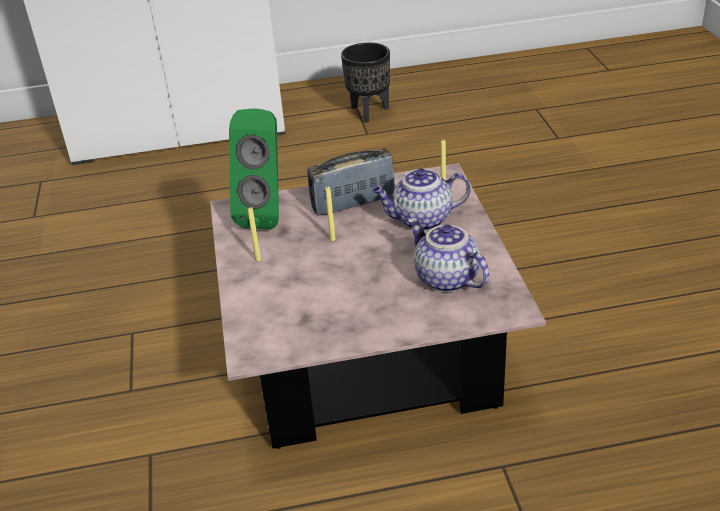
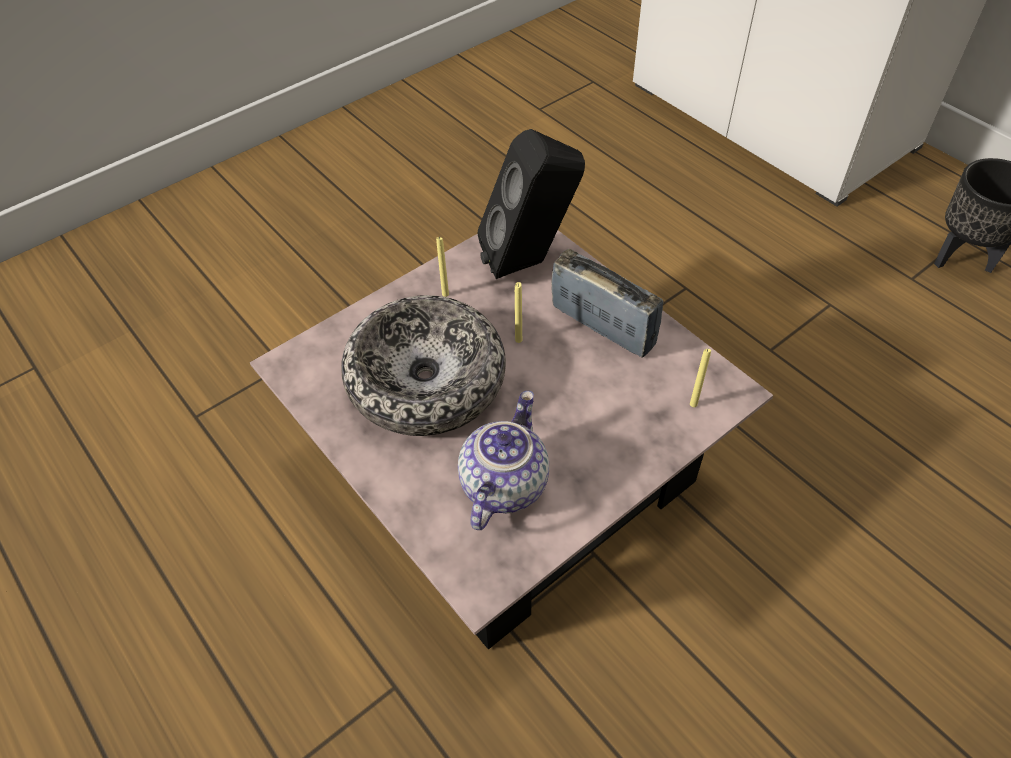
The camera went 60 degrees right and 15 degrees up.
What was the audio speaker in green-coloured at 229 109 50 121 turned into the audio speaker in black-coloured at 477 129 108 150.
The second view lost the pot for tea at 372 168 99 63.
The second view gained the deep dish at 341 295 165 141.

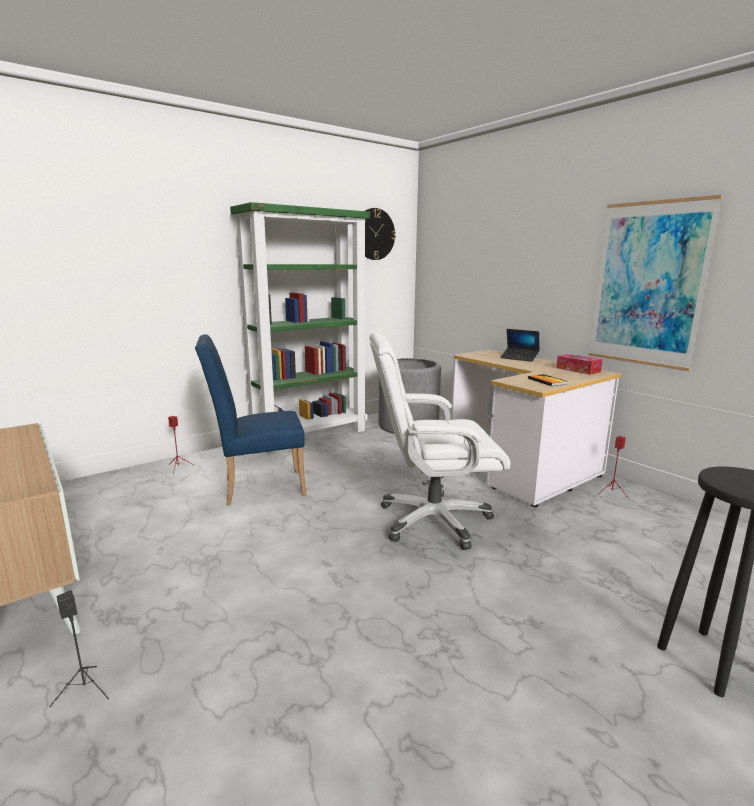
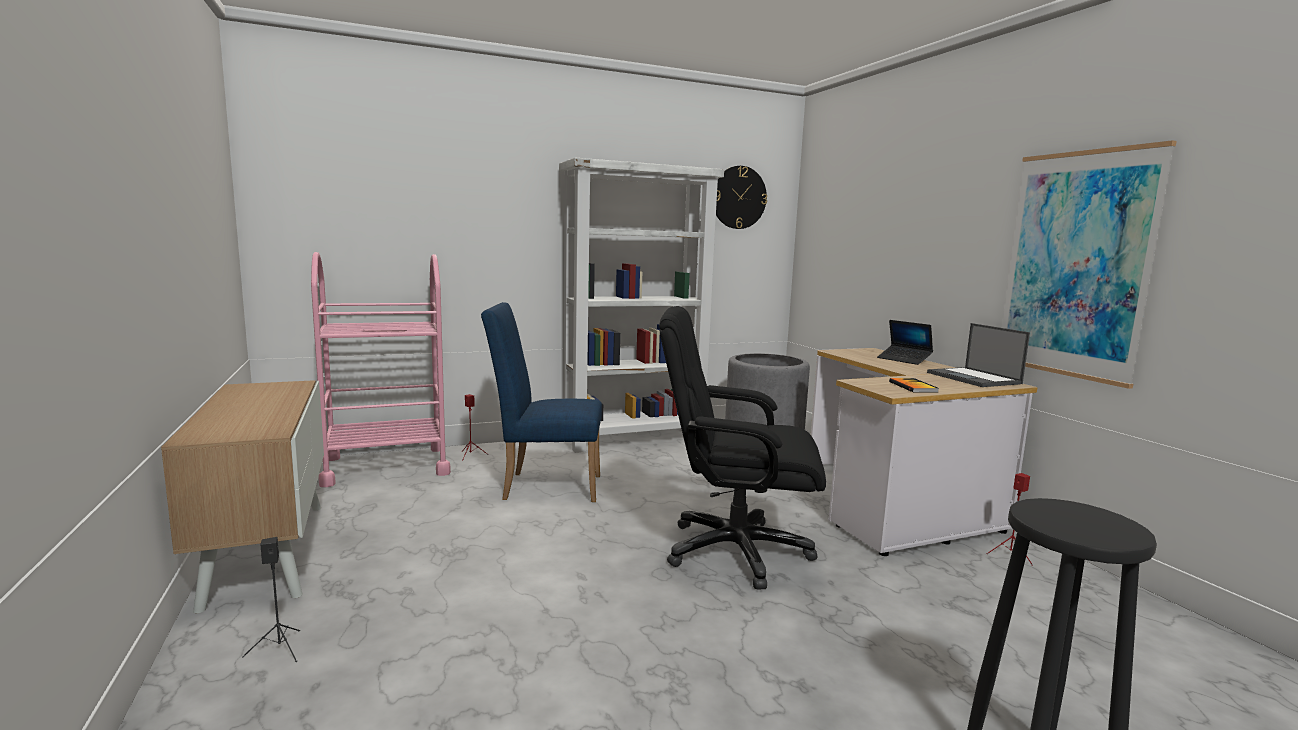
The camera went 15 degrees right and 5 degrees down.
What was the shelving unit in green-coloured at 230 202 140 252 turned into the shelving unit in white-coloured at 559 158 165 295.
What was the desk chair in white-coloured at 370 332 140 218 turned into the desk chair in black-coloured at 659 306 167 284.
Where the tissue holder stood at 556 354 47 21, the notebook computer came to stand at 927 323 103 64.
The second view gained the wheeled cart in pink at 311 252 140 235.

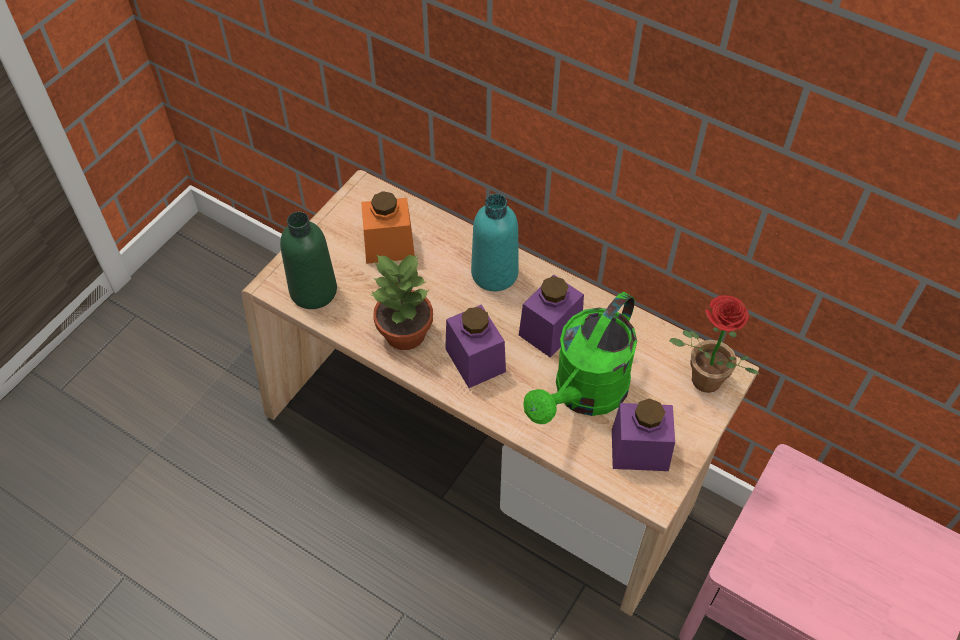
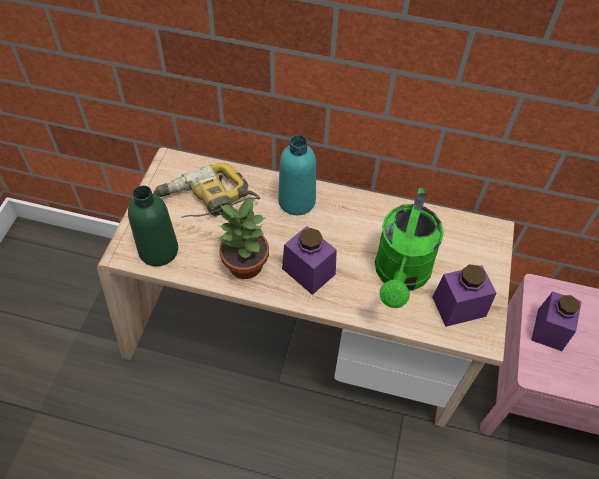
The camera went 20 degrees left and 0 degrees up.
Where the jar in orangey stood at 361 191 54 73, the drill came to stand at 154 163 106 55.
The jar in purple ended up elsewhere, having gone from 519 274 65 84 to 531 292 51 59.
The second view lost the potted plant at 669 295 91 98.

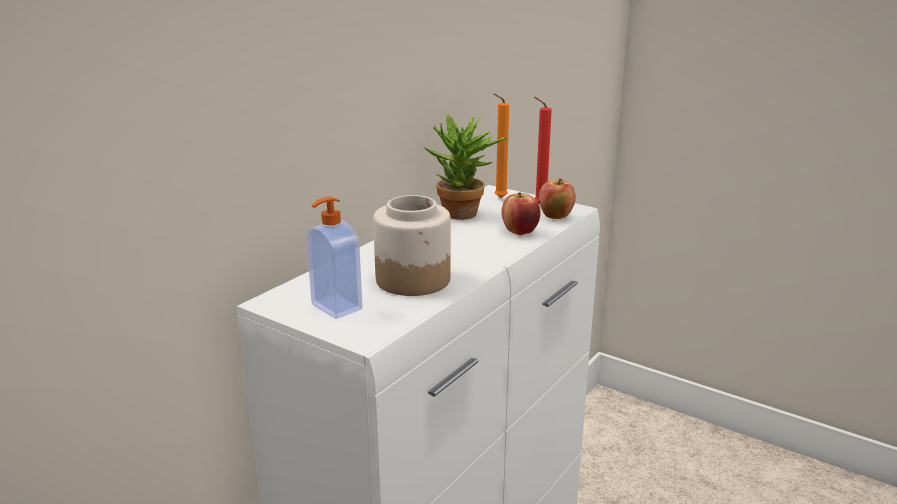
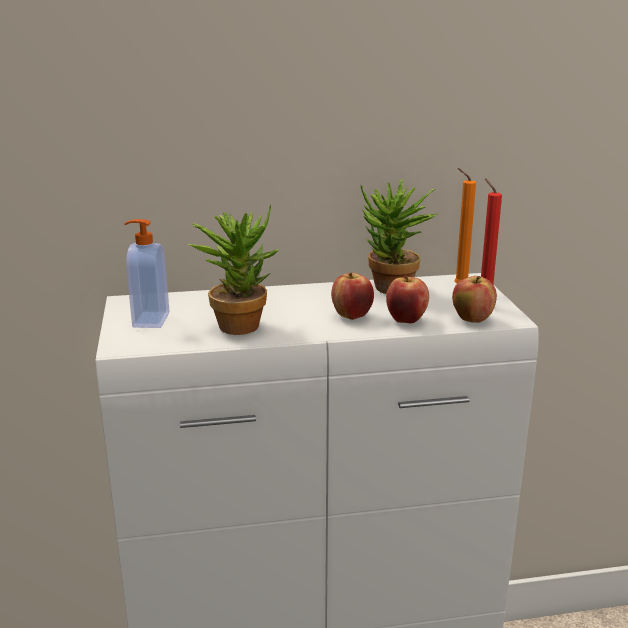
The camera went 45 degrees right and 0 degrees up.
Where the jar stood at 373 195 78 101, the potted plant came to stand at 188 205 91 130.
The second view gained the apple at 331 273 43 47.

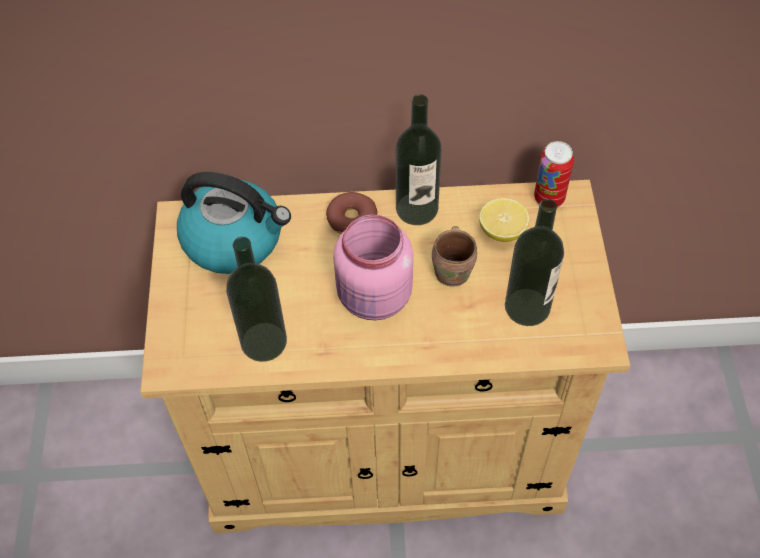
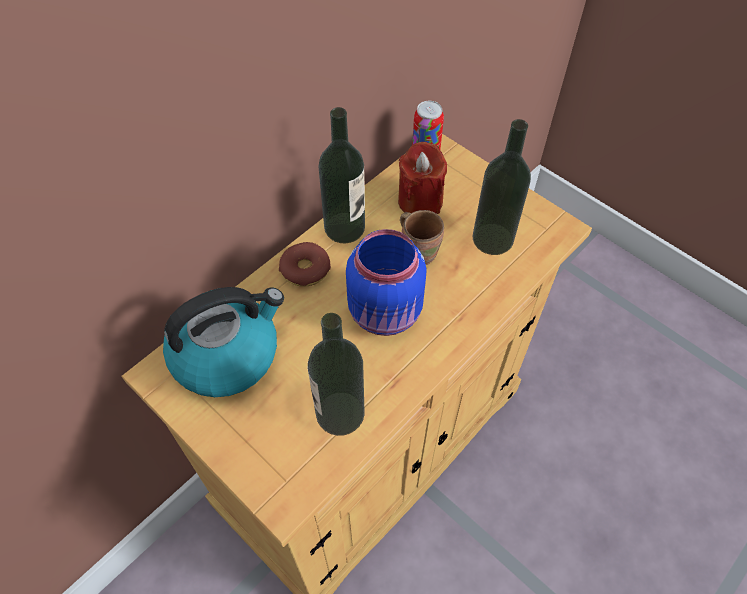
The camera went 45 degrees left and 0 degrees up.
What was the jar in pink at 333 215 80 105 turned into the jar in blue-coloured at 346 229 81 107.
Where the citrus fruit stood at 479 198 50 44, the wax light in reddish came to stand at 398 142 49 72.

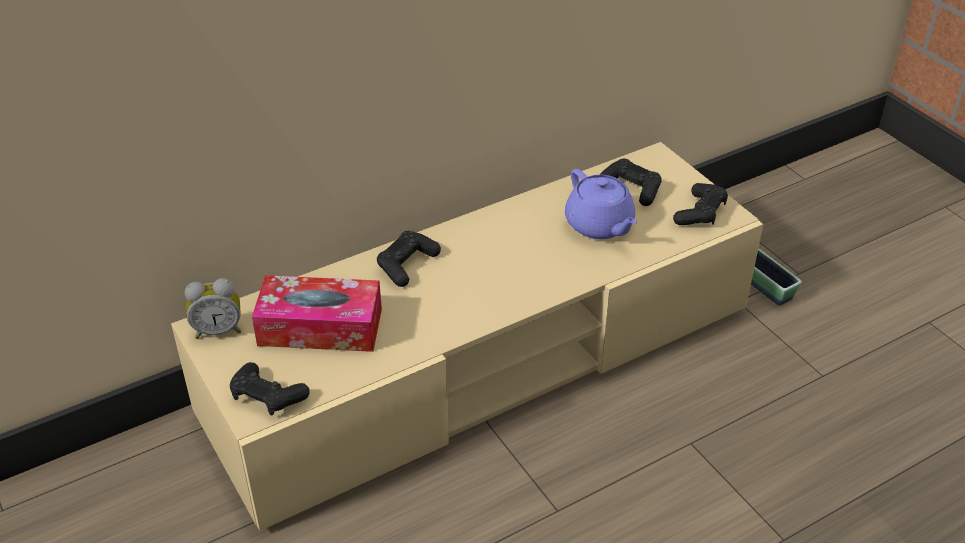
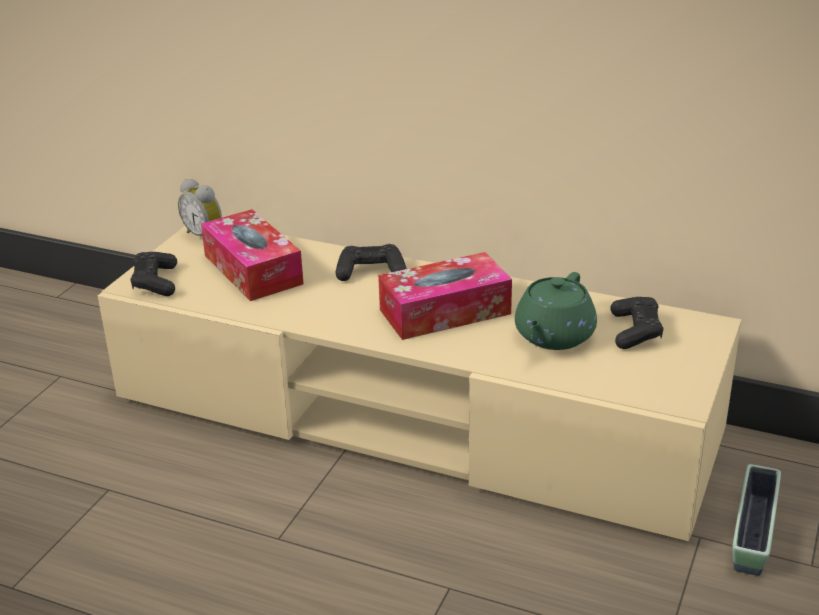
The camera went 55 degrees right and 10 degrees down.
What was the pot for tea in purple at 565 169 72 70 turned into the pot for tea in green-coloured at 515 272 82 78.
The second view lost the game controller in black-coloured at 673 183 55 42.
The second view gained the tissue holder at 378 252 134 88.

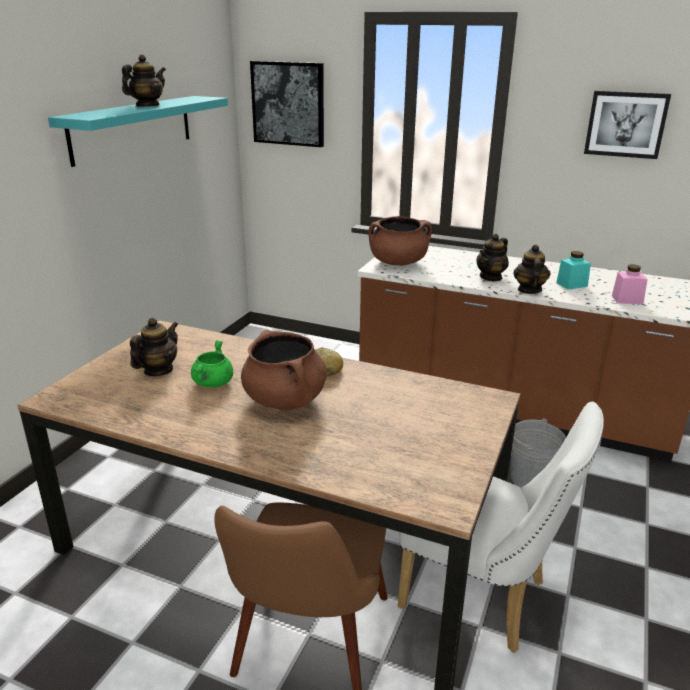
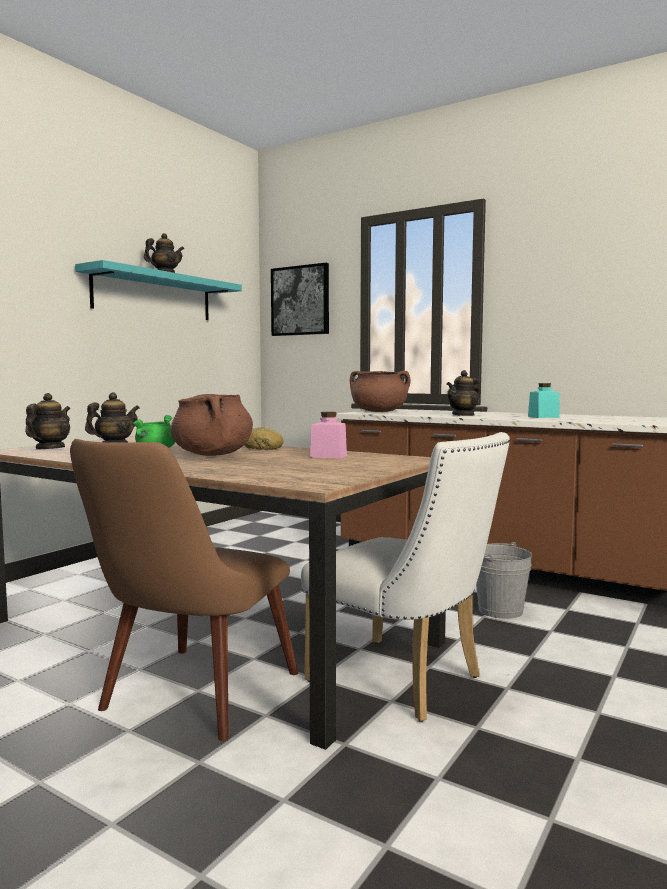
The camera went 10 degrees right and 20 degrees down.
The pot for tea ended up elsewhere, having gone from 513 244 37 50 to 25 393 45 57.
The second view lost the wall art at 584 91 87 68.
The jar in pink ended up elsewhere, having gone from 612 264 36 40 to 310 412 37 47.

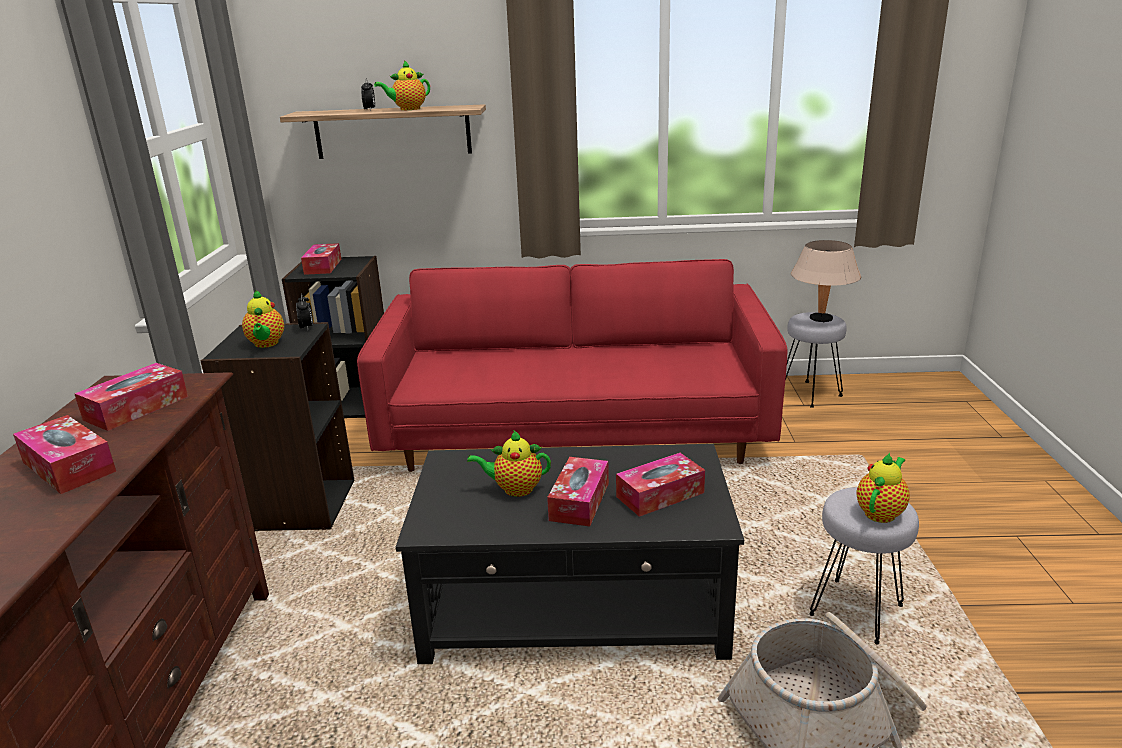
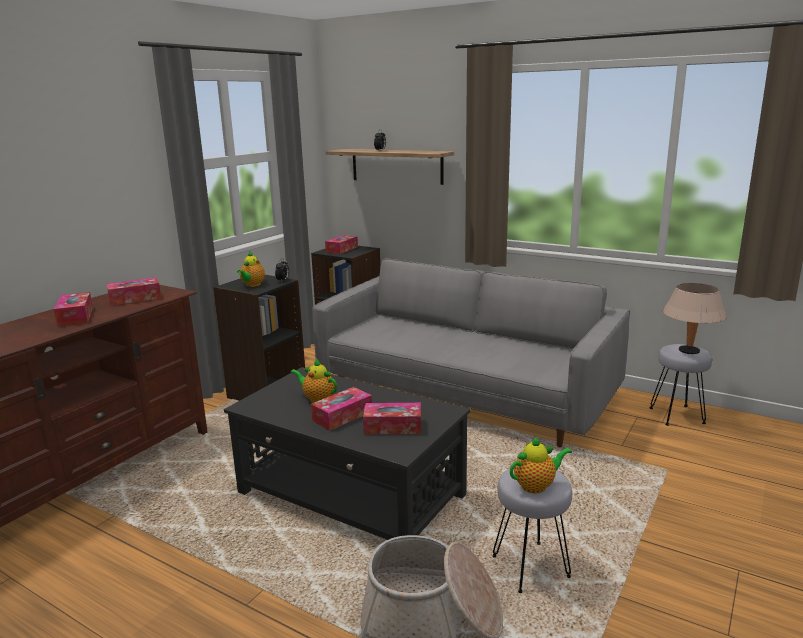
The camera went 30 degrees right and 5 degrees down.
What was the couch in reddish at 357 259 430 213 turned into the couch in greyish at 312 258 318 189.
The second view lost the pot for tea at 374 60 56 50.

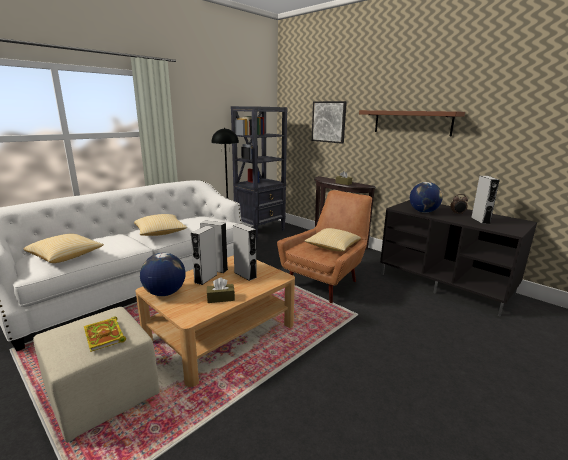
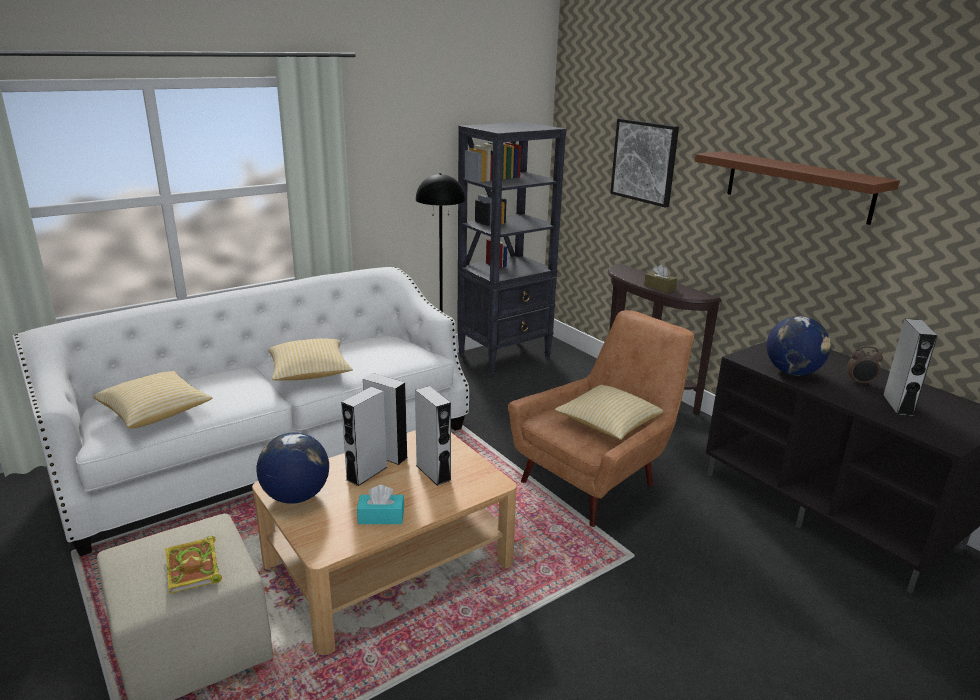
The camera went 10 degrees right and 5 degrees up.
What was the tissue holder in brownish at 207 277 28 26 turned into the tissue holder in turquoise at 357 485 47 39.

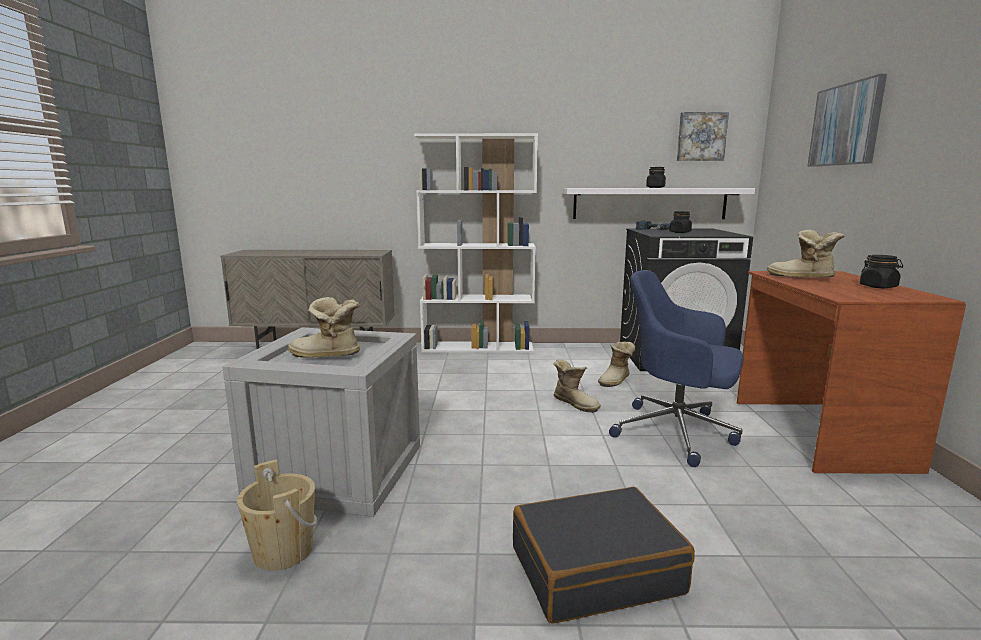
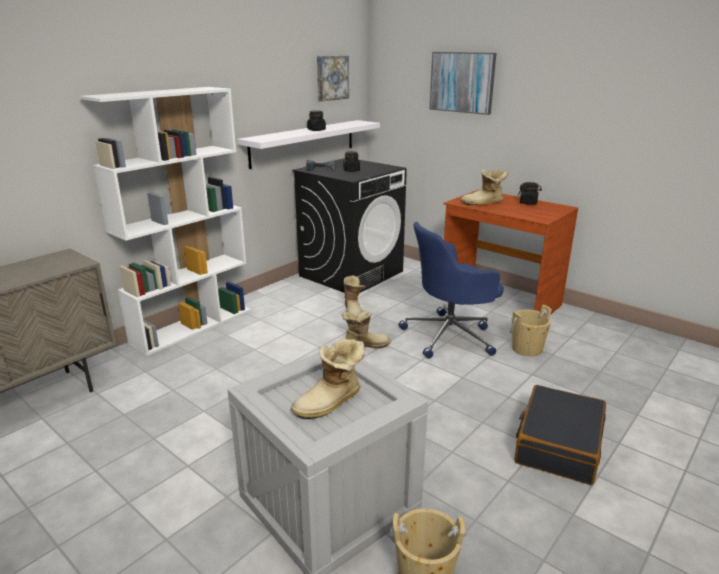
The camera went 50 degrees left and 10 degrees up.
The second view gained the bucket in sand-coloured at 510 305 42 52.

